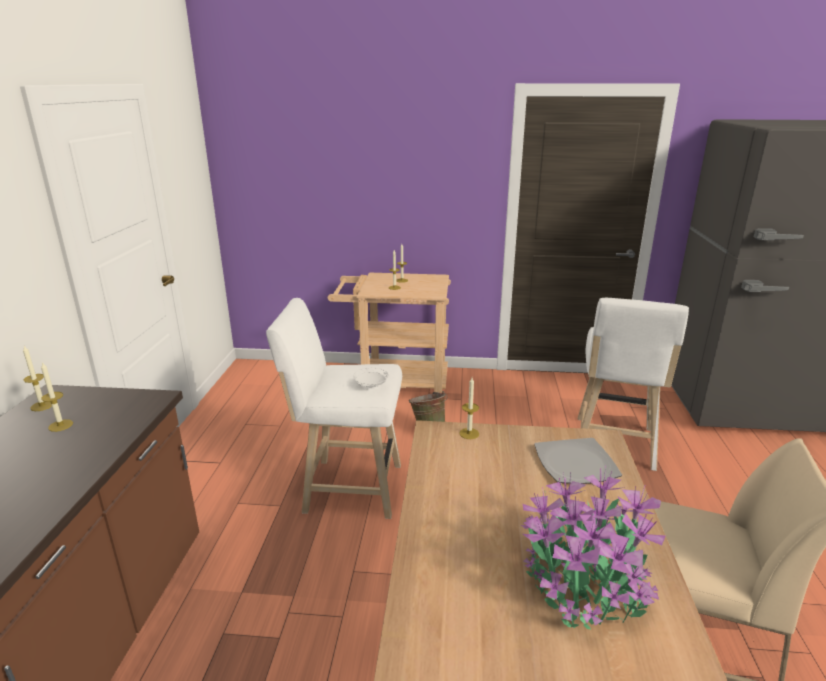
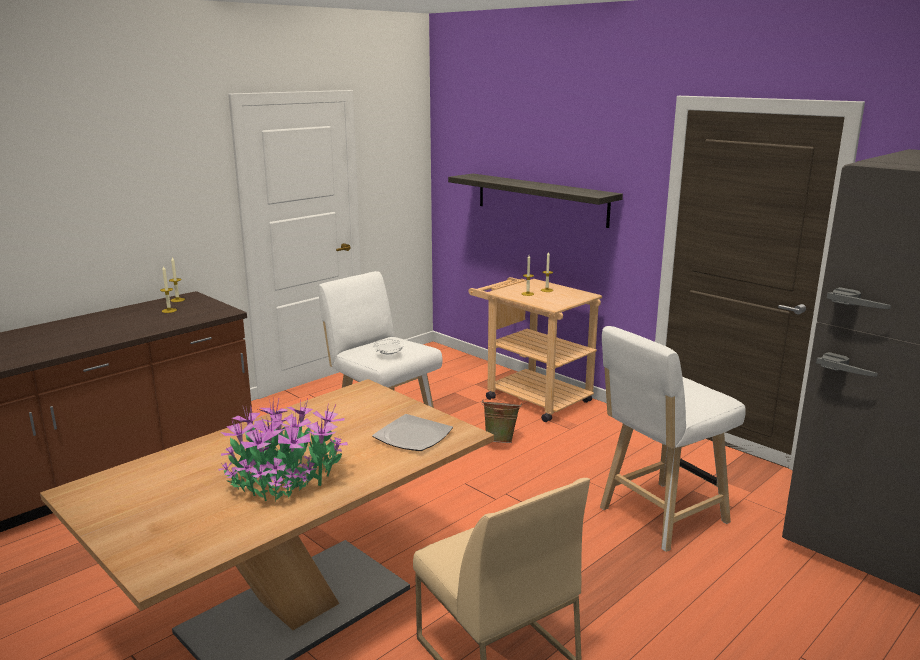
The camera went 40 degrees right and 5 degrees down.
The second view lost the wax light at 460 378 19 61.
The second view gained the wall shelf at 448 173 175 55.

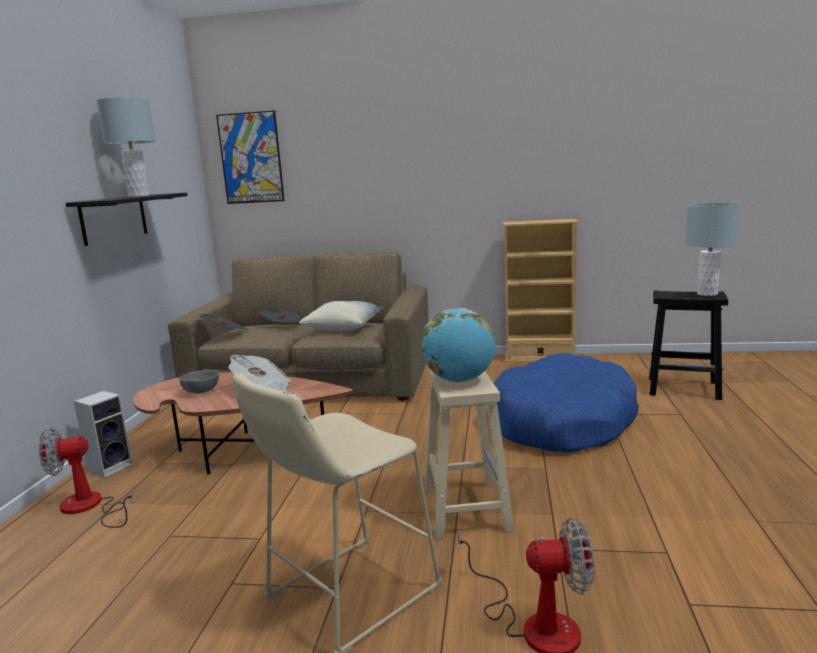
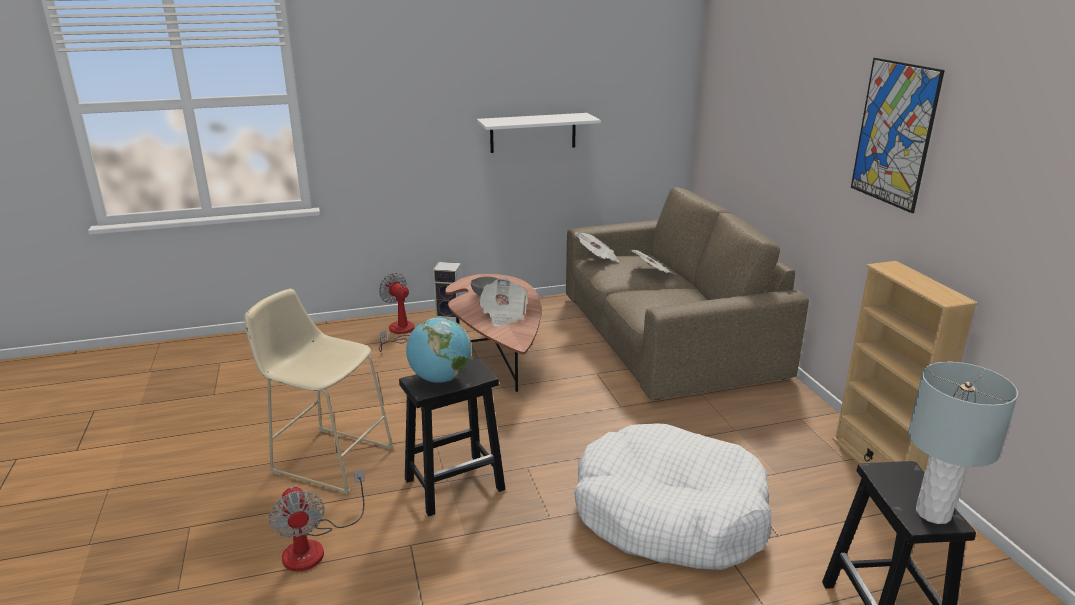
The camera went 65 degrees right and 10 degrees up.
What was the wall shelf in black-coloured at 65 193 123 53 turned into the wall shelf in white-coloured at 477 113 124 40.
The second view lost the table lamp in greyish at 96 97 60 100.
The wall art ended up elsewhere, having gone from 216 110 69 94 to 851 58 94 155.
The second view lost the cushion at 299 301 84 30.
What was the stool seat in sand-coloured at 425 367 89 172 turned into the stool seat in black-coloured at 399 359 106 157.
What was the pet bed in blue-coloured at 494 353 145 100 turned into the pet bed in white-coloured at 574 423 197 147.

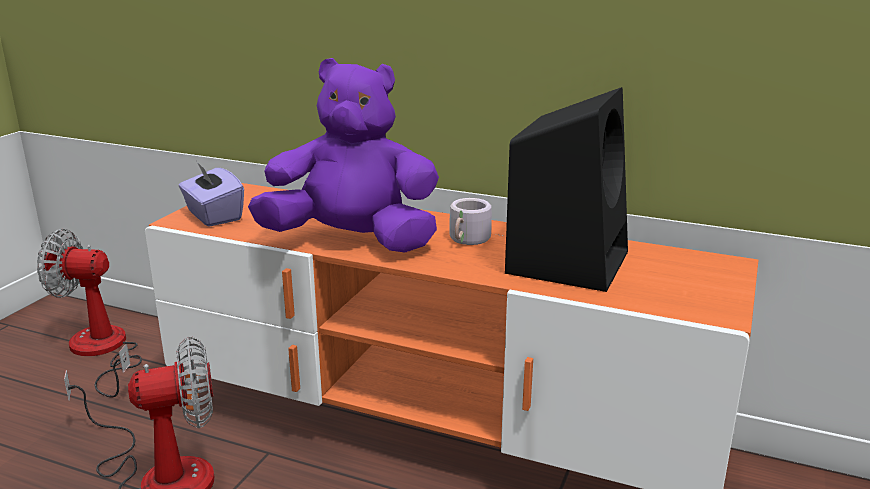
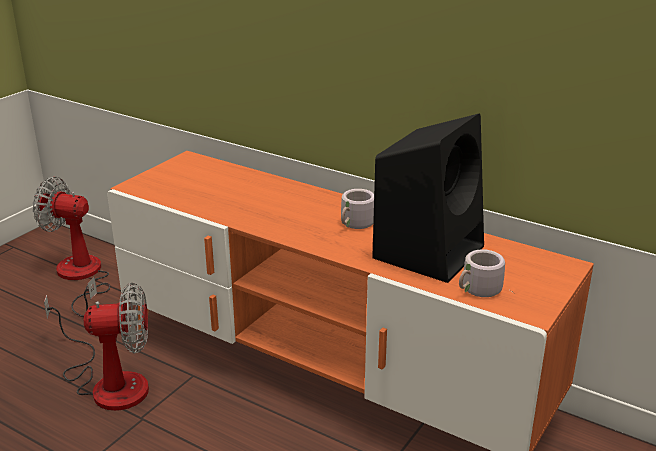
The camera went 10 degrees right and 5 degrees up.
The second view lost the tissue holder in purple at 179 162 65 65.
The second view lost the soft toy in purple at 248 58 191 194.
The second view gained the mug in greyish at 459 249 57 48.

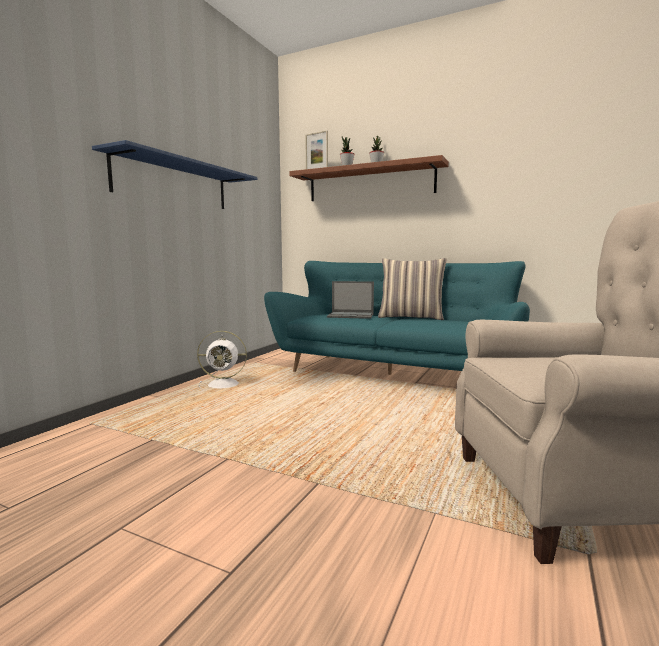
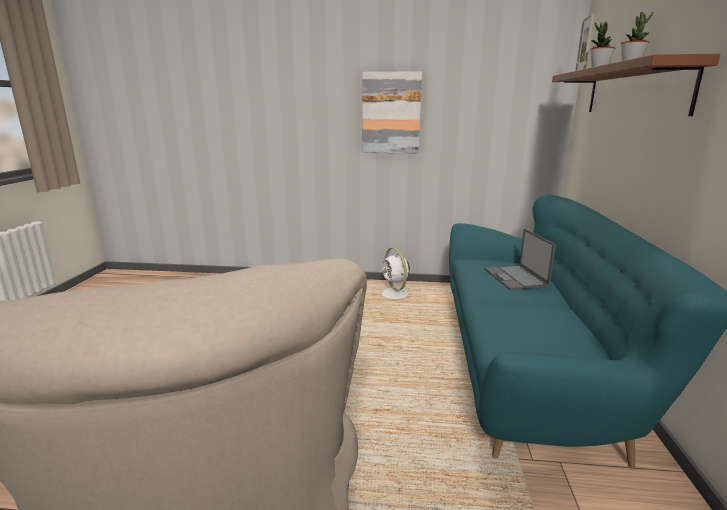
The camera went 70 degrees right and 10 degrees up.
Where the wall shelf in blue-coloured hung at 92 140 165 69, the wall art came to hang at 362 71 60 82.
The second view lost the cushion at 378 258 69 62.

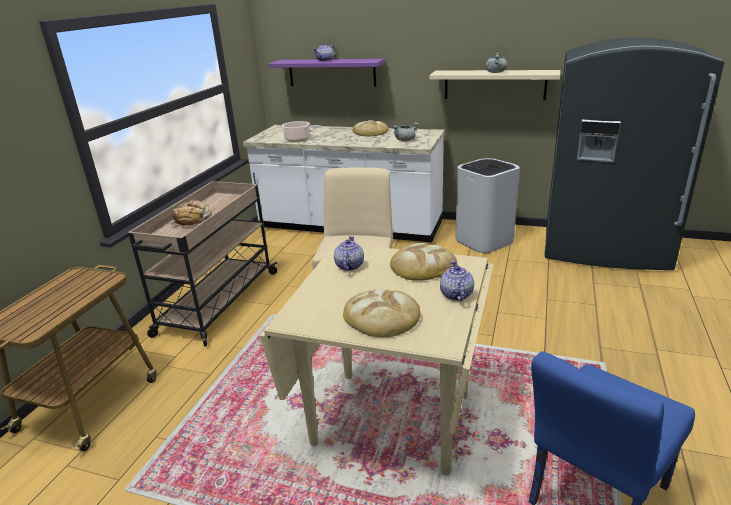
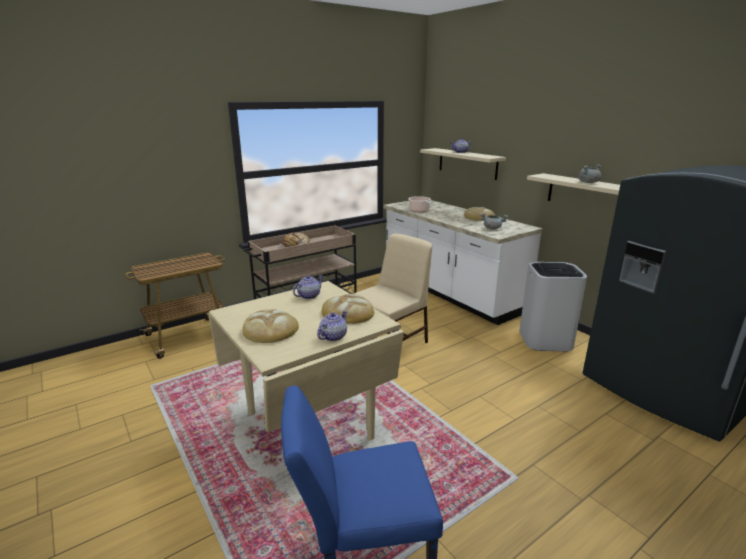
The camera went 35 degrees right and 5 degrees down.
What was the wall shelf in purple at 268 59 117 28 turned into the wall shelf in sand-coloured at 420 148 86 32.

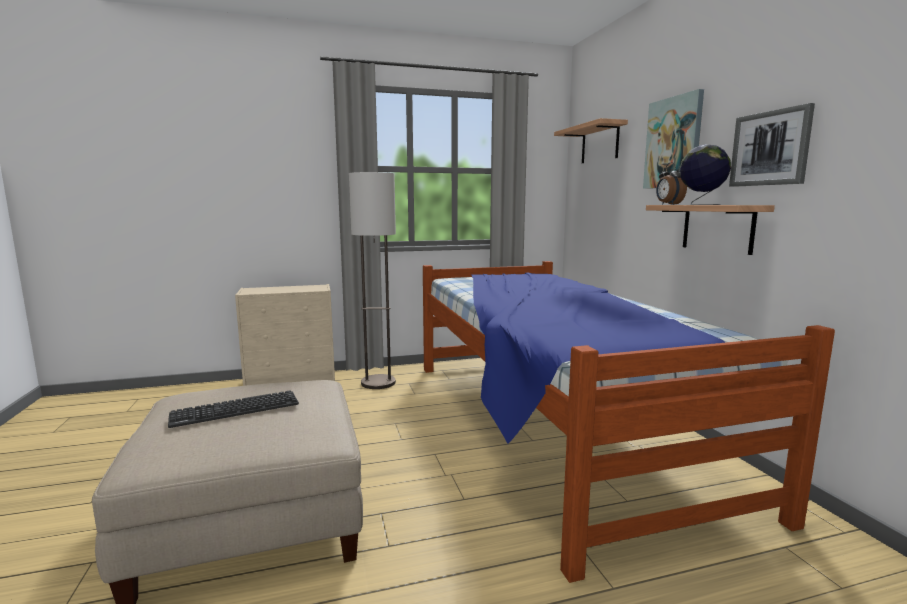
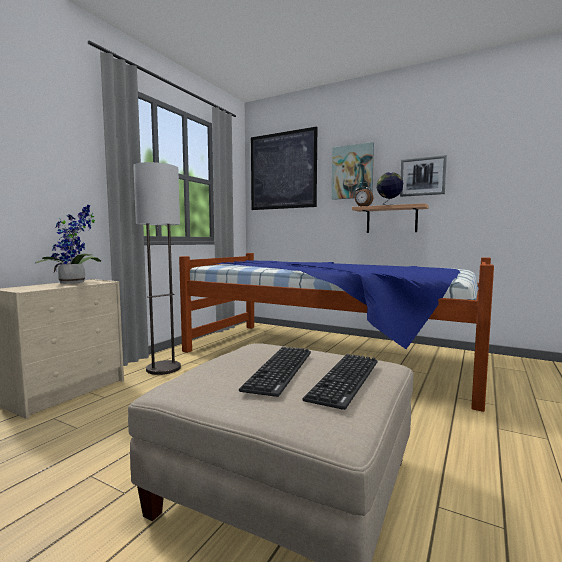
The camera went 45 degrees left and 5 degrees down.
Where the wall shelf hung at 554 118 74 45, the wall art came to hang at 251 127 66 83.
The second view gained the potted plant at 35 205 66 79.
The second view gained the computer keyboard at 302 354 76 56.

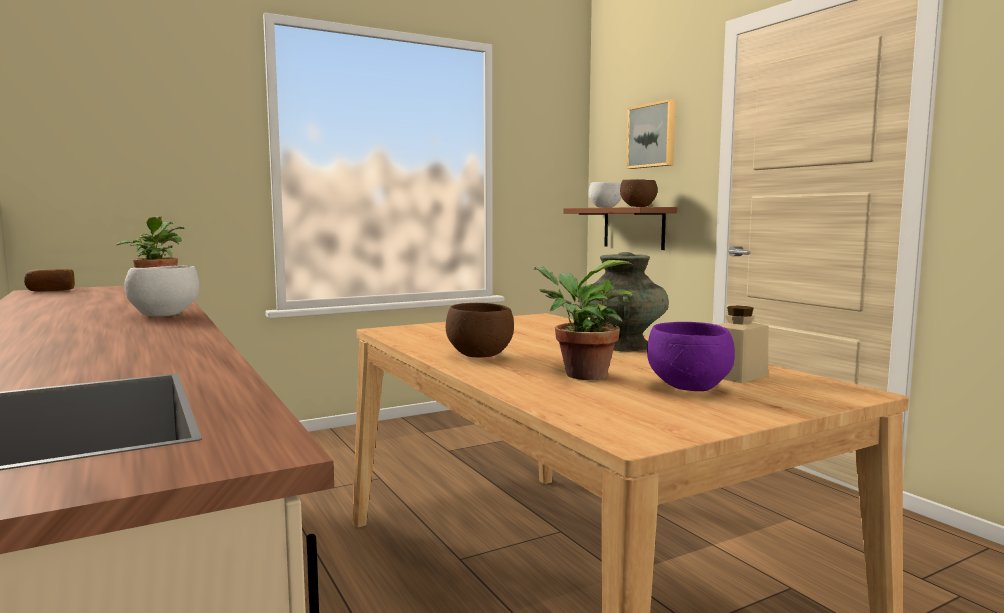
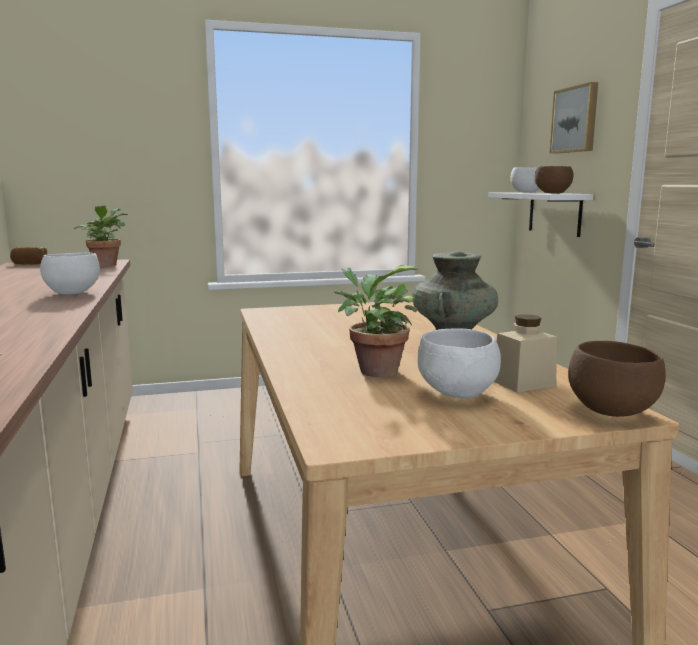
The camera went 15 degrees right and 5 degrees up.
The deep dish in brownish ended up elsewhere, having gone from 446 303 68 55 to 568 341 98 76.
What was the wall shelf in brownish at 564 207 113 43 turned into the wall shelf in white-coloured at 488 192 105 45.
What was the deep dish in purple at 647 322 88 69 turned into the deep dish in white-coloured at 417 328 84 71.

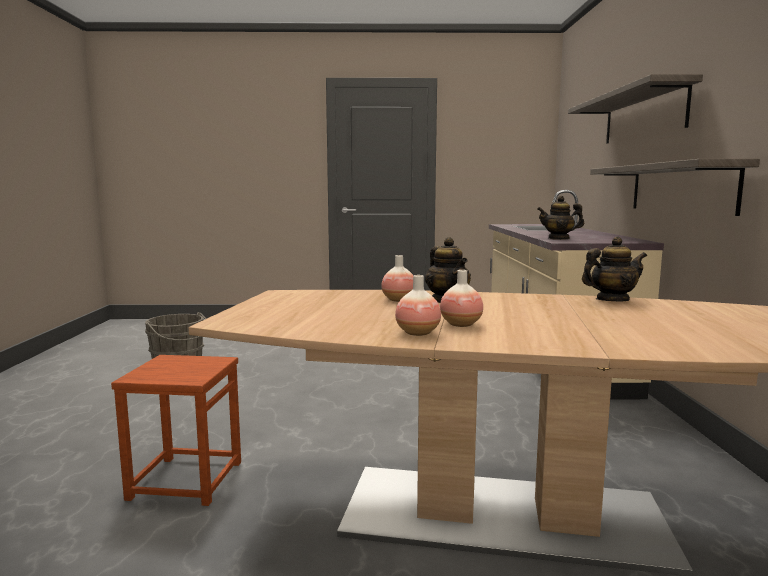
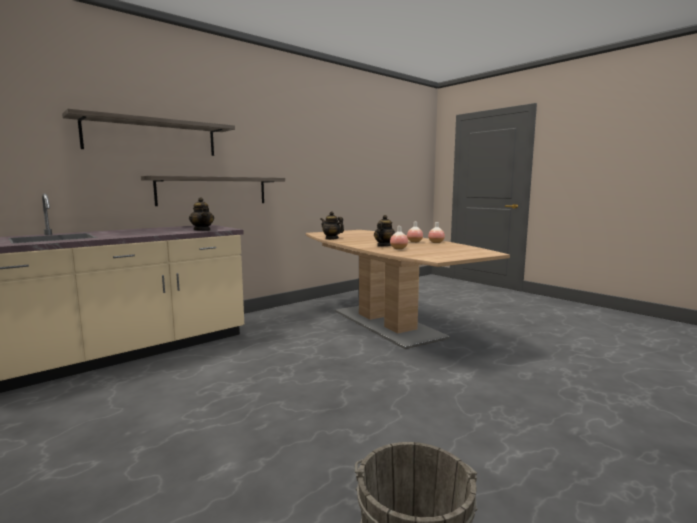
The camera went 130 degrees left and 0 degrees up.
The second view lost the stool seat in brownish at 111 355 130 151.

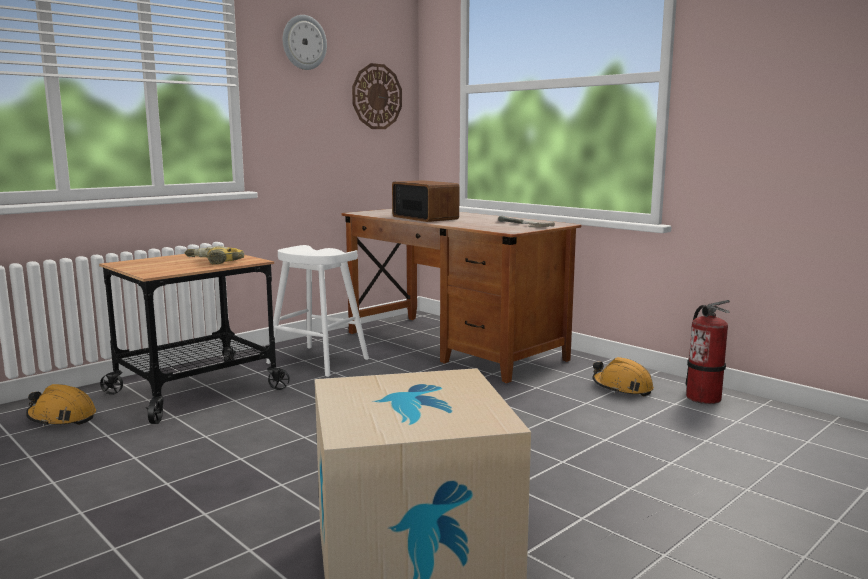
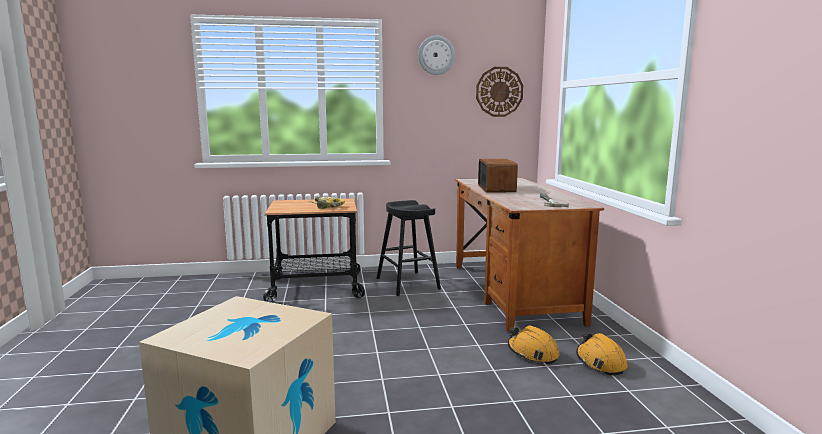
The camera went 35 degrees right and 0 degrees up.
The hard hat in orangey ended up elsewhere, having gone from 26 384 70 42 to 508 325 51 40.
What was the stool seat in white-coloured at 266 245 103 132 turned into the stool seat in black-coloured at 377 200 64 96.
The second view lost the fire-fighting cylinder at 685 300 45 104.

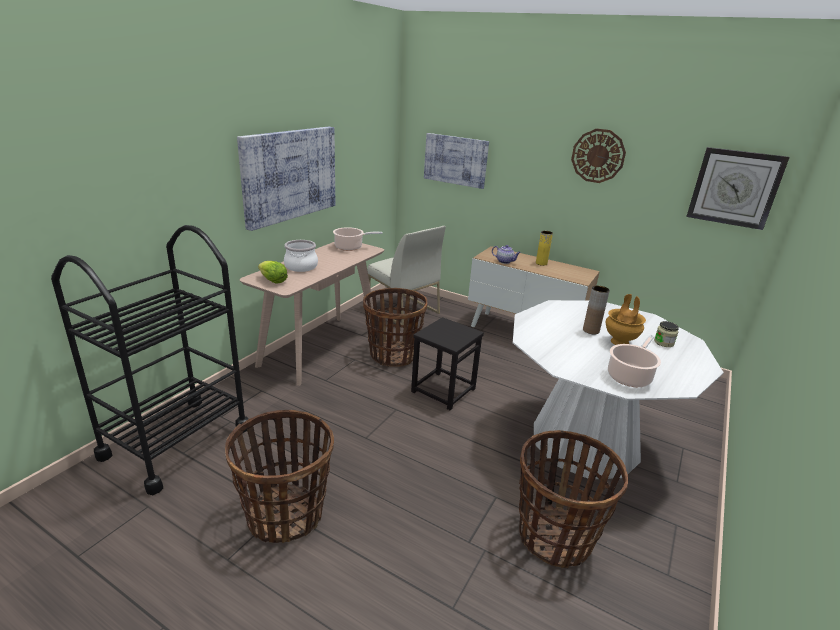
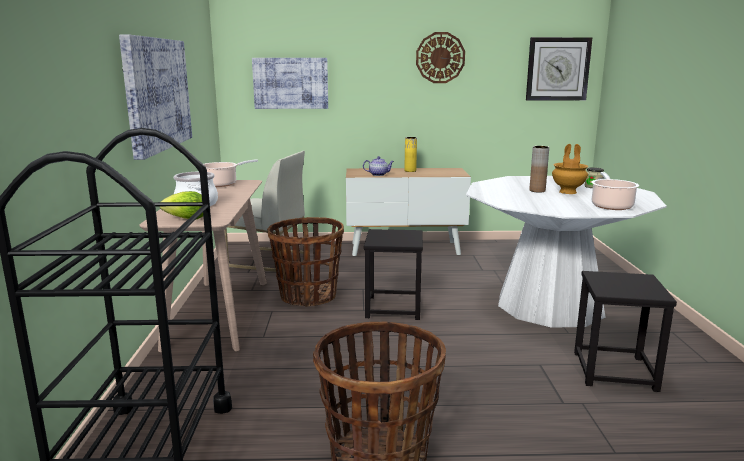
The camera went 30 degrees left and 10 degrees down.
Where the storage basket stood at 519 430 109 138, the stool seat in black-coloured came to stand at 574 271 103 121.

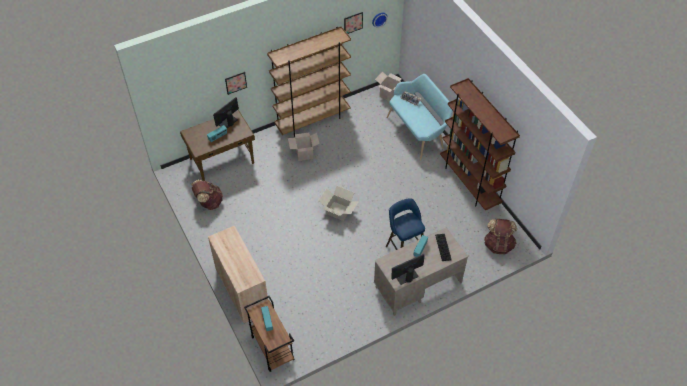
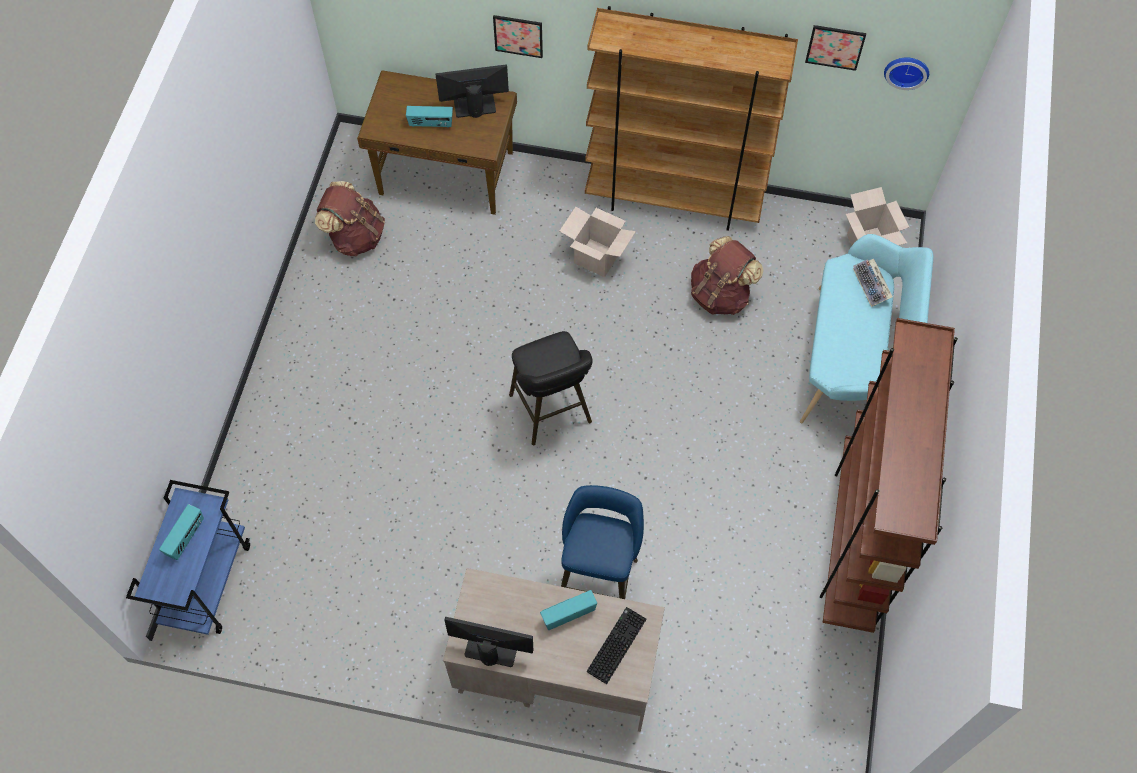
The camera went 40 degrees right and 10 degrees up.
The second view lost the storage cabinet in sand-coloured at 208 225 60 98.
What was the wheeled cart in brownish at 244 296 50 76 turned into the wheeled cart in blue-coloured at 126 480 124 155.
Where the cardboard box stood at 318 186 41 35, the stool seat in black-coloured came to stand at 509 331 84 114.
The rucksack in brownish ended up elsewhere, having gone from 484 219 33 35 to 691 236 72 79.

